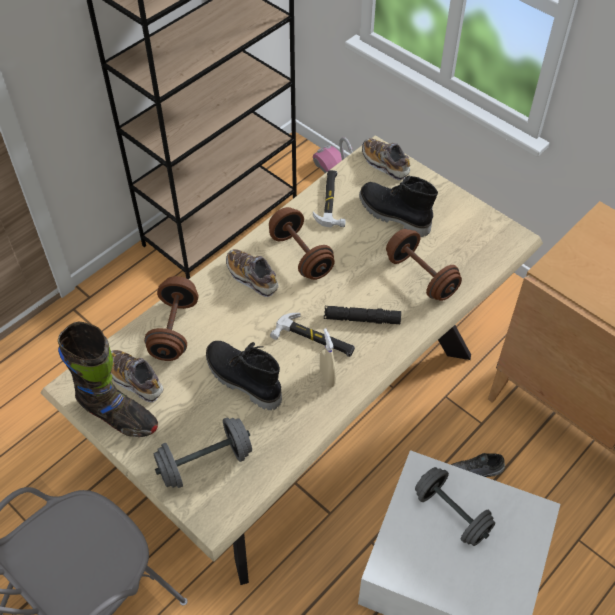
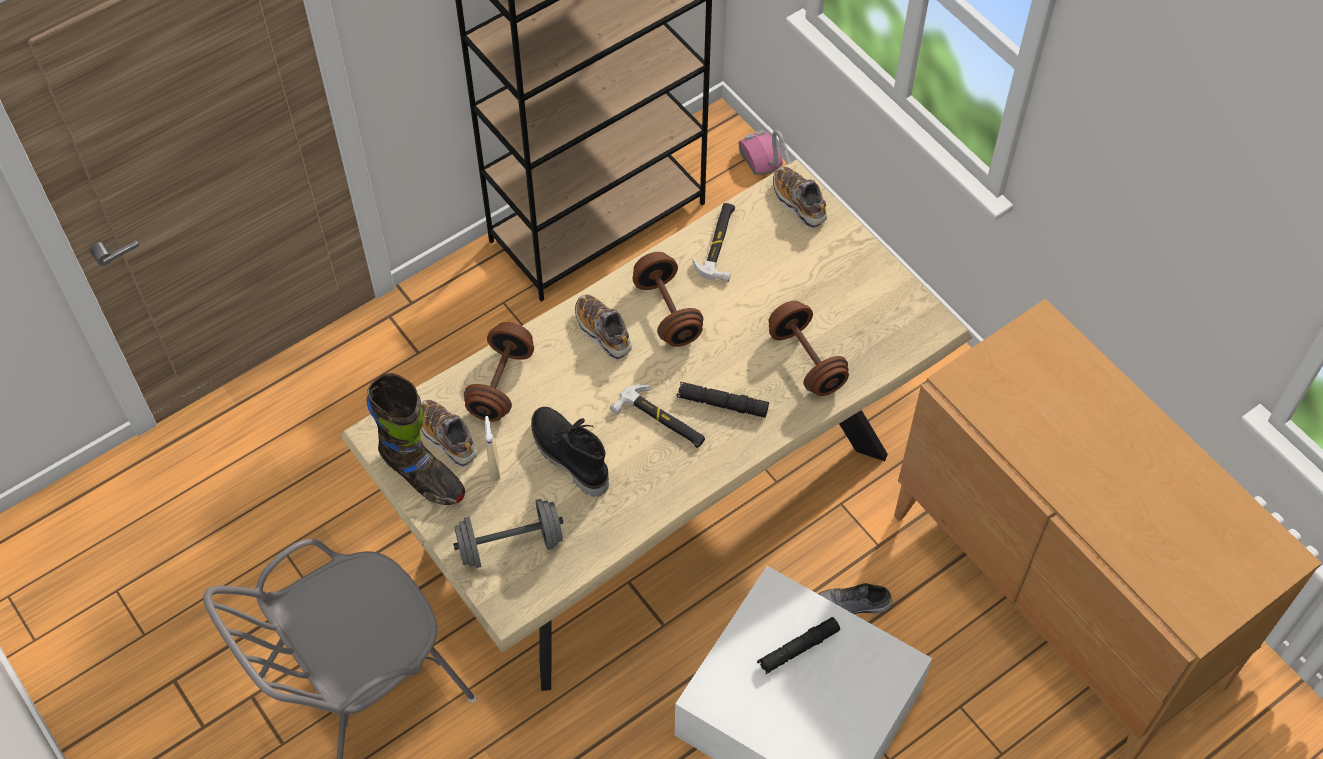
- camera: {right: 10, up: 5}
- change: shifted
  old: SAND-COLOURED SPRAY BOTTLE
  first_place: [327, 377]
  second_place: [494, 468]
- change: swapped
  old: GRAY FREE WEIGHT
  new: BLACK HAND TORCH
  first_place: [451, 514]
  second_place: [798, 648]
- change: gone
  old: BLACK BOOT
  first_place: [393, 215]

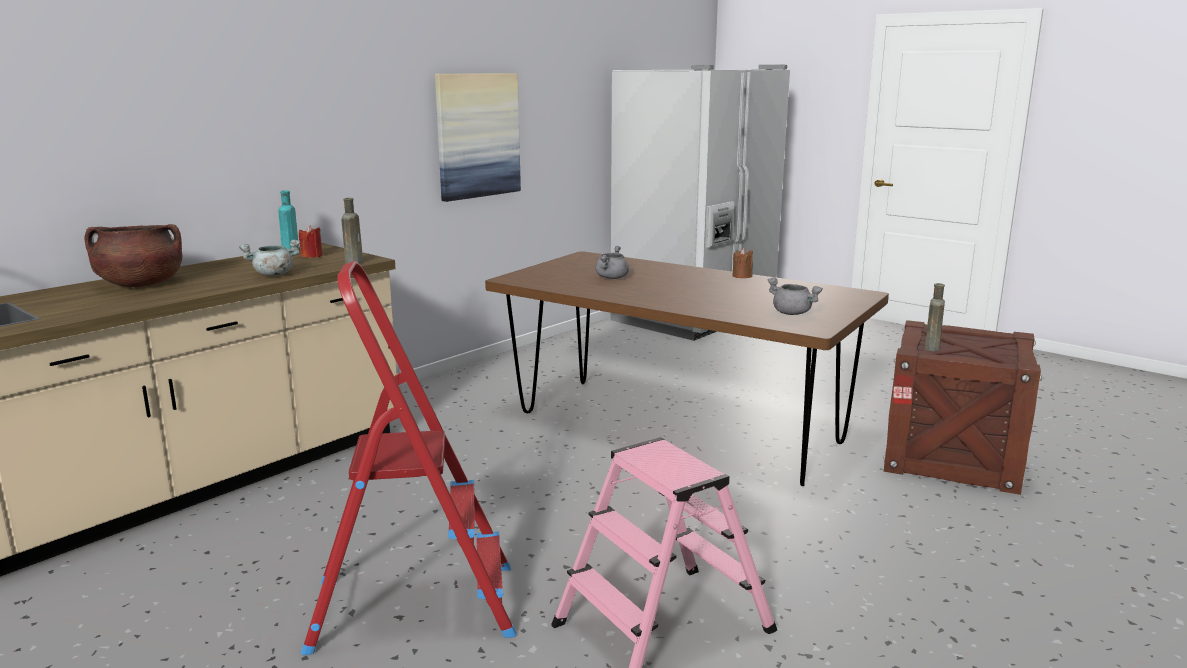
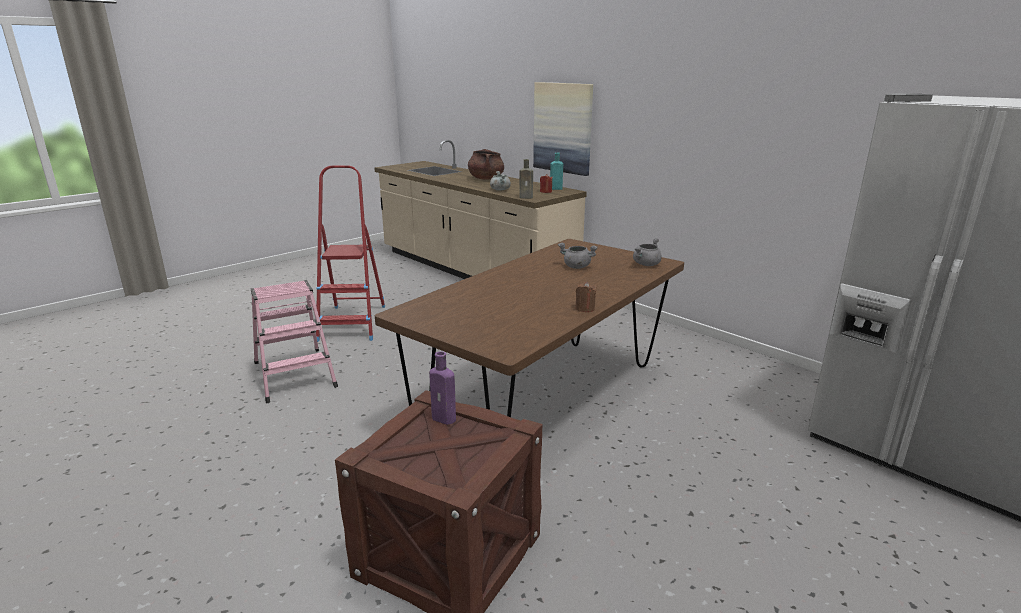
- camera: {right: 95, up: 5}
- change: repainted
  old: BROWN-COLOURED BOTTLE
  new: PURPLISH BOTTLE
  first_place: [932, 347]
  second_place: [445, 419]
- change: shifted
  old: WALL ART
  first_place: [477, 135]
  second_place: [563, 128]
- change: shifted
  old: GRAY COOKING POT
  first_place: [793, 313]
  second_place: [646, 264]

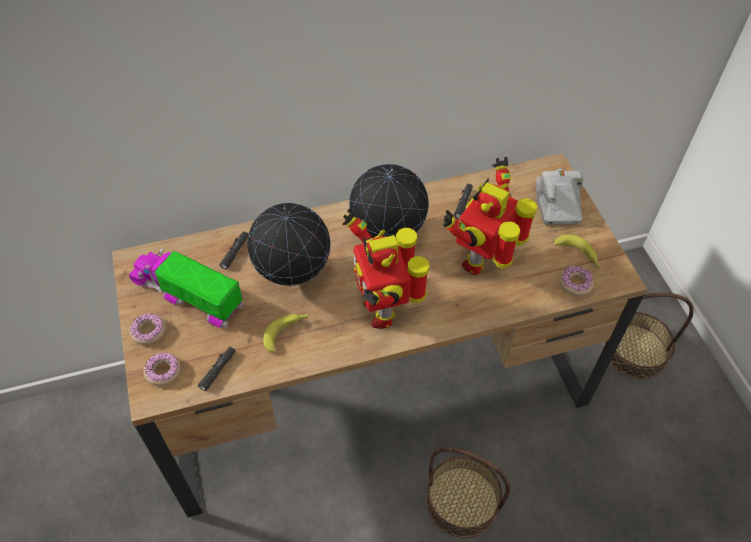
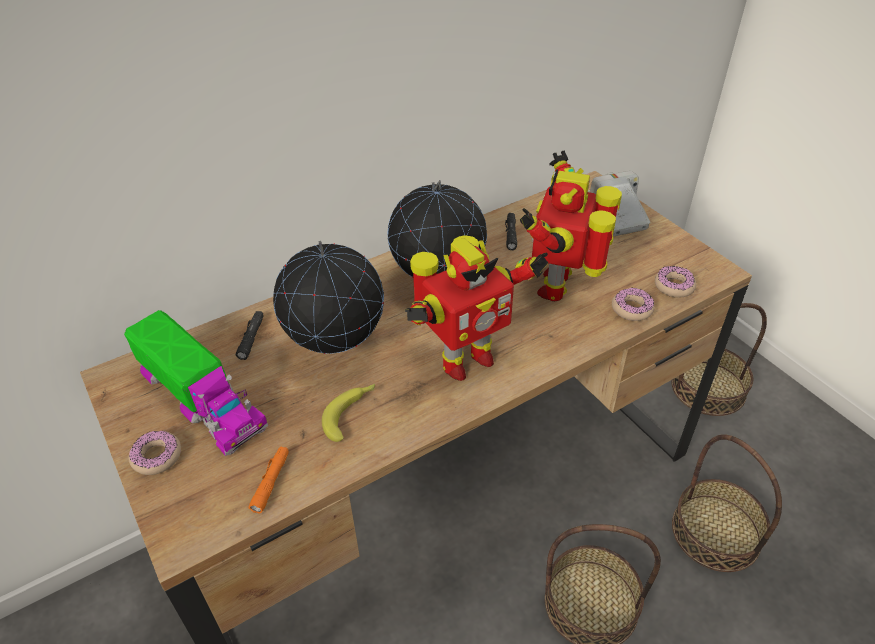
- camera: {right: -15, up: -10}
- change: rotated
  old: MODEL TRUCK
  first_place: [188, 294]
  second_place: [201, 399]
  degrees: -150
- change: repainted
  old: BLACK HAND TORCH
  new: ORANGE HAND TORCH
  first_place: [218, 370]
  second_place: [271, 482]
- change: rotated
  old: ROBOT FIGURE
  first_place: [382, 309]
  second_place: [463, 361]
  degrees: -90
- change: shifted
  old: RING DOUGHNUT
  first_place: [163, 371]
  second_place: [632, 309]
- change: new
  new: STORAGE BASKET
  second_place: [716, 532]
- change: gone
  old: BANANA
  first_place: [578, 255]

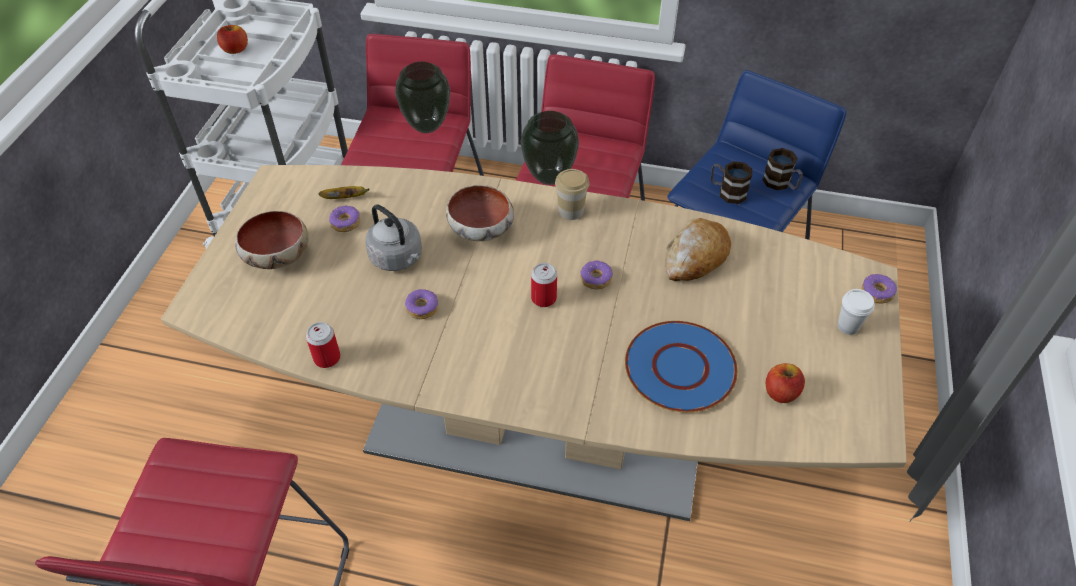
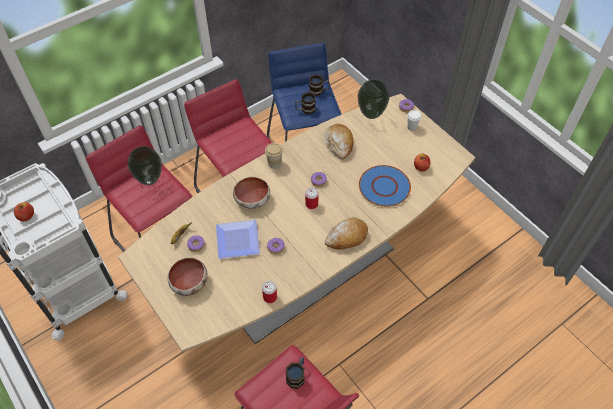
- camera: {right: -50, up: 5}
- change: swapped
  old: GRAY WATER KETTLE
  new: FLAT DISH
  first_place: [398, 258]
  second_place: [239, 239]
- change: new
  new: COFFEE MUG
  second_place: [297, 375]
- change: new
  new: BREAD
  second_place: [346, 237]
- change: shifted
  old: DECORATIVE VASE
  first_place: [548, 177]
  second_place: [371, 114]

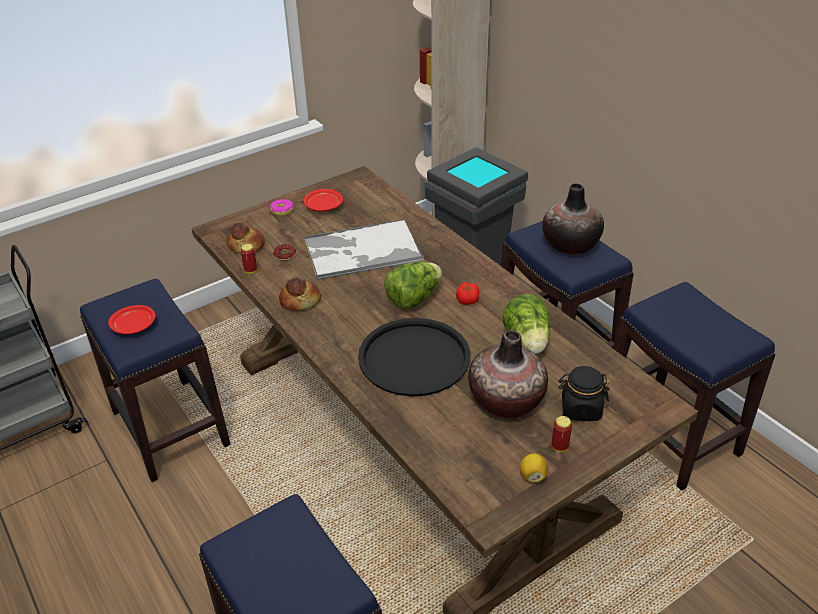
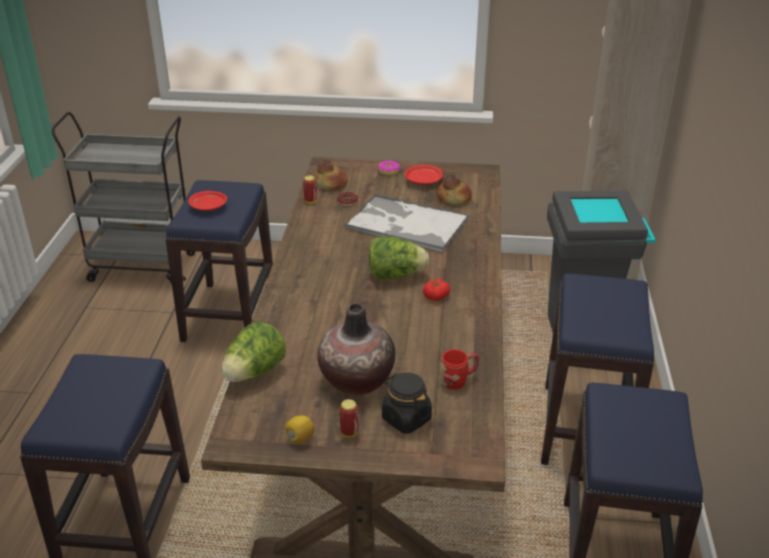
- camera: {right: 40, up: -5}
- change: shifted
  old: HEAD OF LETTUCE
  first_place: [527, 341]
  second_place: [254, 372]
- change: shifted
  old: BREAD
  first_place: [300, 300]
  second_place: [454, 198]
- change: new
  new: REDDISH COFFEE MUG
  second_place: [459, 380]
- change: gone
  old: BLACK TRAY
  first_place: [414, 358]
- change: gone
  old: DECORATIVE VASE
  first_place: [570, 245]

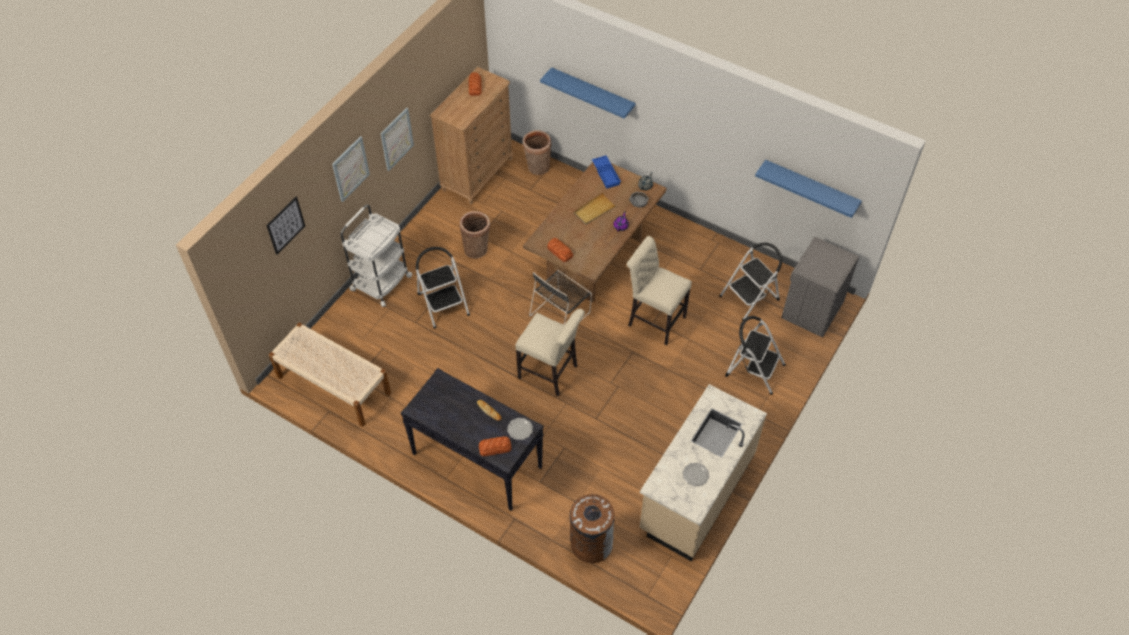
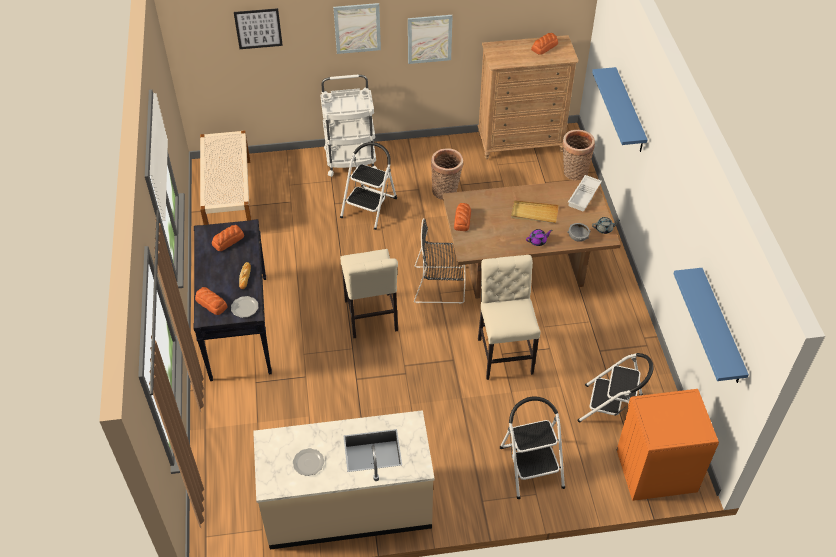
- camera: {right: 50, up: -5}
- change: new
  new: BREAD
  second_place: [228, 240]
- change: repainted
  old: BLUE-COLOURED TRAY
  new: WHITISH TRAY
  first_place: [606, 174]
  second_place: [584, 196]
- change: repainted
  old: GRAY WASHING MACHINE
  new: ORANGE WASHING MACHINE
  first_place: [811, 309]
  second_place: [655, 469]
- change: gone
  old: BROWN-COLOURED RUBBISH BIN
  first_place: [591, 543]

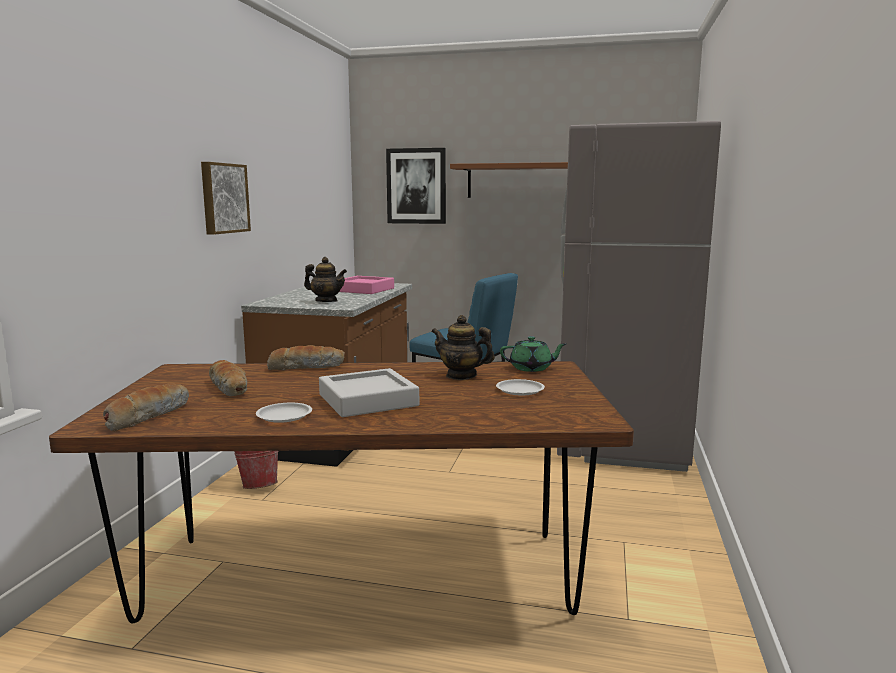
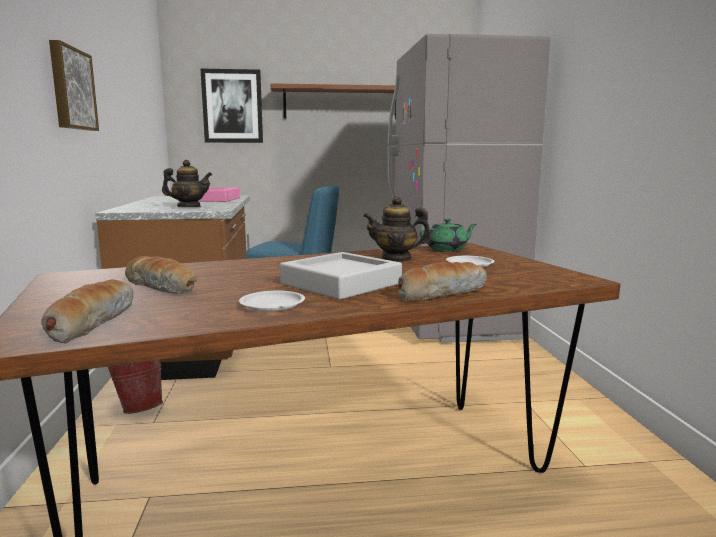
- camera: {right: -20, up: 0}
- change: shifted
  old: BREAD
  first_place: [306, 367]
  second_place: [441, 293]

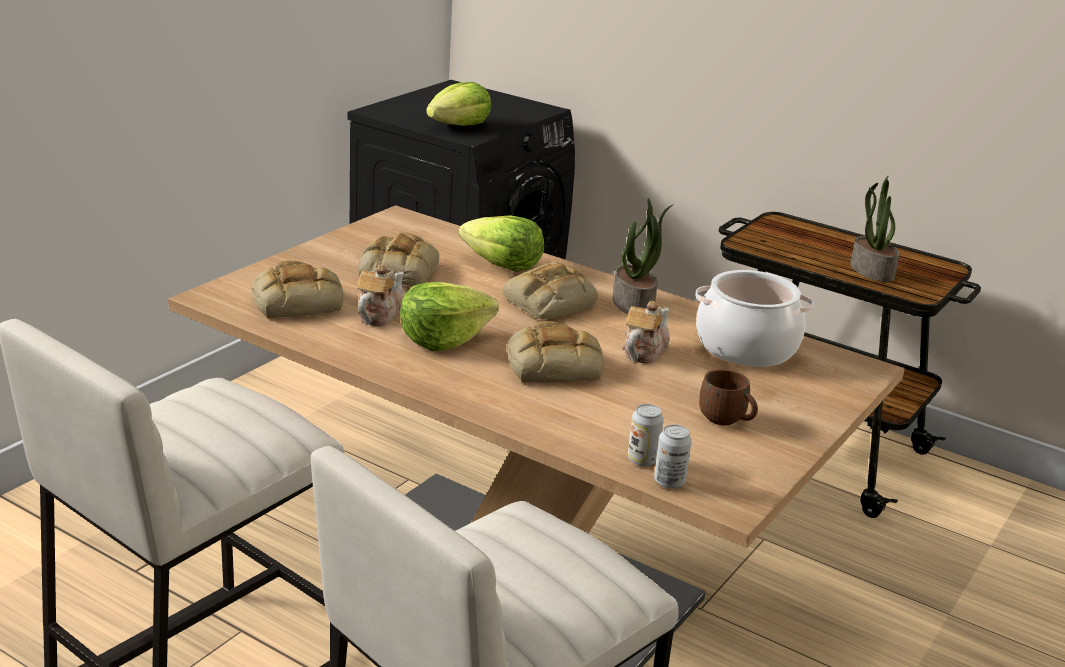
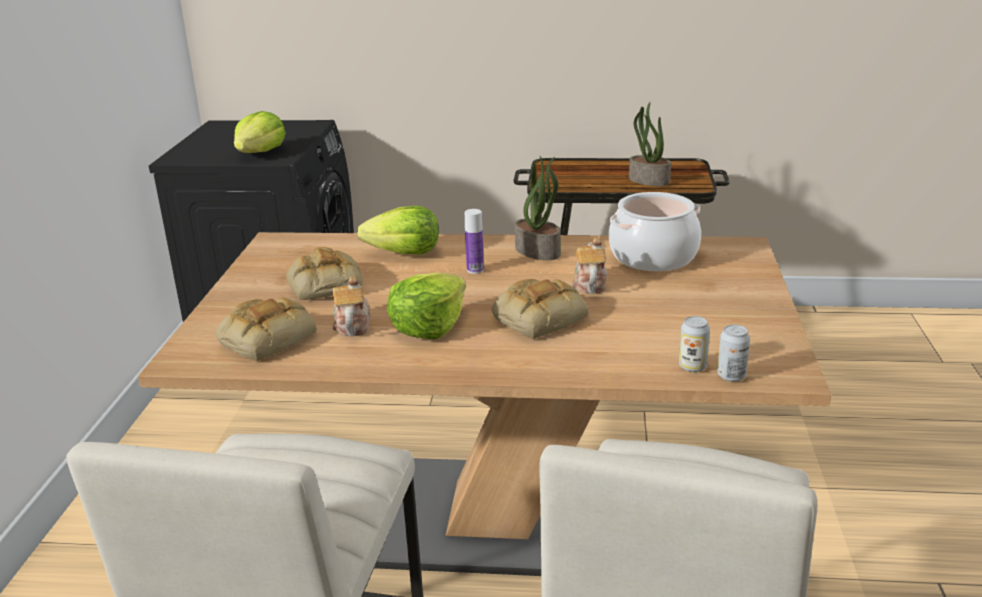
- camera: {right: -25, up: 0}
- change: swapped
  old: BREAD
  new: BOTTLE
  first_place: [549, 302]
  second_place: [475, 270]
- change: gone
  old: BROWN-COLOURED COFFEE MUG
  first_place: [727, 421]

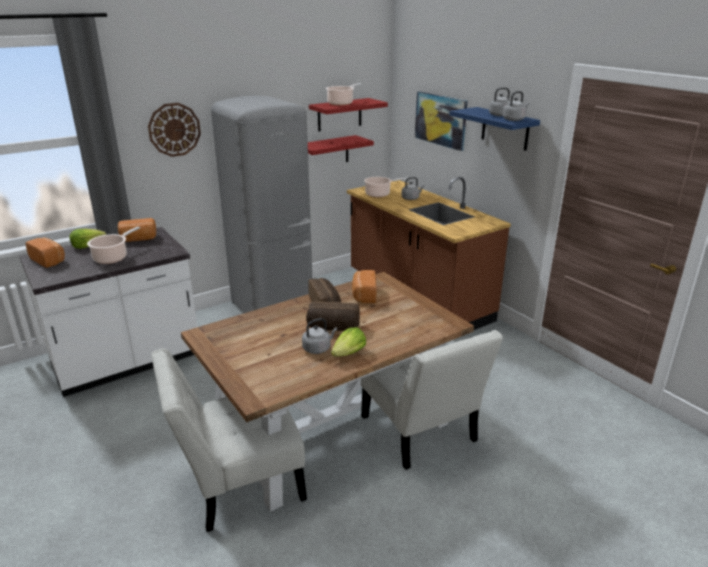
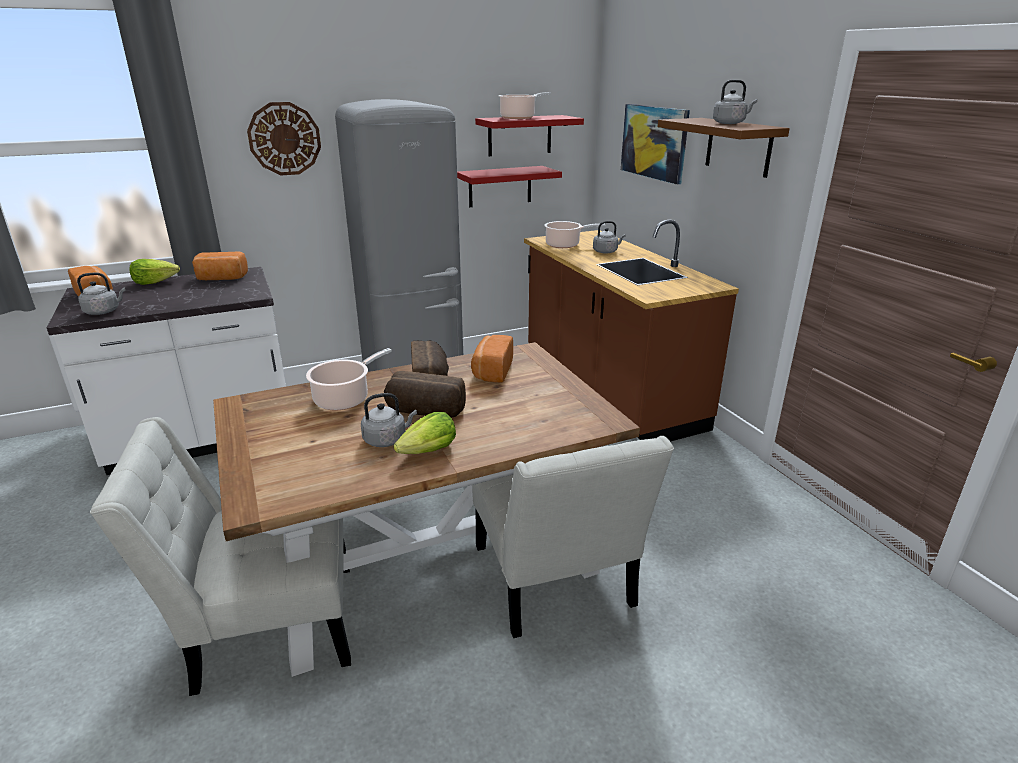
- camera: {right: 10, up: 0}
- change: shifted
  old: GRAY WATER KETTLE
  first_place: [514, 119]
  second_place: [104, 311]
- change: shifted
  old: COOKING POT
  first_place: [112, 257]
  second_place: [344, 399]
- change: repainted
  old: BLUE-COLOURED WALL SHELF
  new: BROWN-COLOURED WALL SHELF
  first_place: [505, 129]
  second_place: [738, 147]

